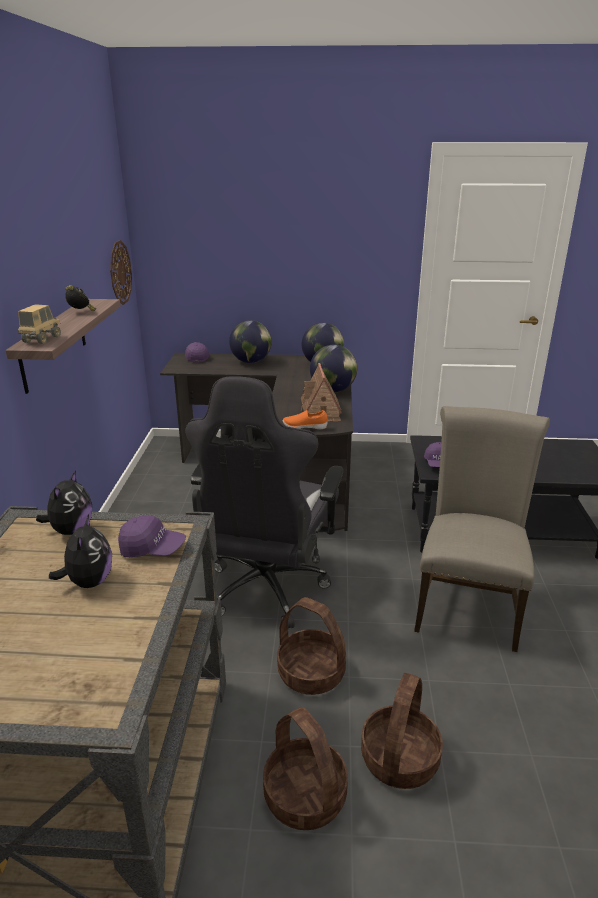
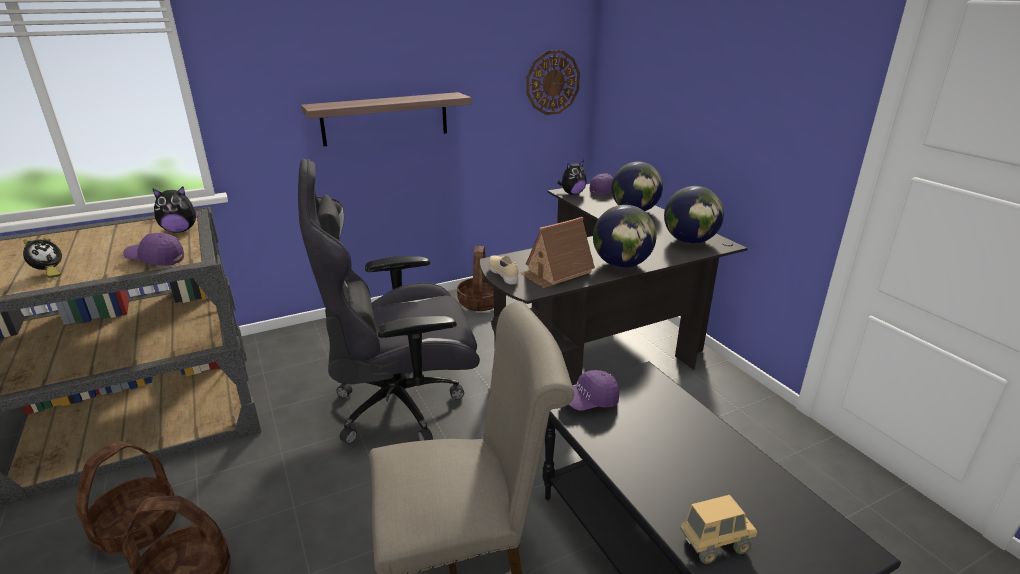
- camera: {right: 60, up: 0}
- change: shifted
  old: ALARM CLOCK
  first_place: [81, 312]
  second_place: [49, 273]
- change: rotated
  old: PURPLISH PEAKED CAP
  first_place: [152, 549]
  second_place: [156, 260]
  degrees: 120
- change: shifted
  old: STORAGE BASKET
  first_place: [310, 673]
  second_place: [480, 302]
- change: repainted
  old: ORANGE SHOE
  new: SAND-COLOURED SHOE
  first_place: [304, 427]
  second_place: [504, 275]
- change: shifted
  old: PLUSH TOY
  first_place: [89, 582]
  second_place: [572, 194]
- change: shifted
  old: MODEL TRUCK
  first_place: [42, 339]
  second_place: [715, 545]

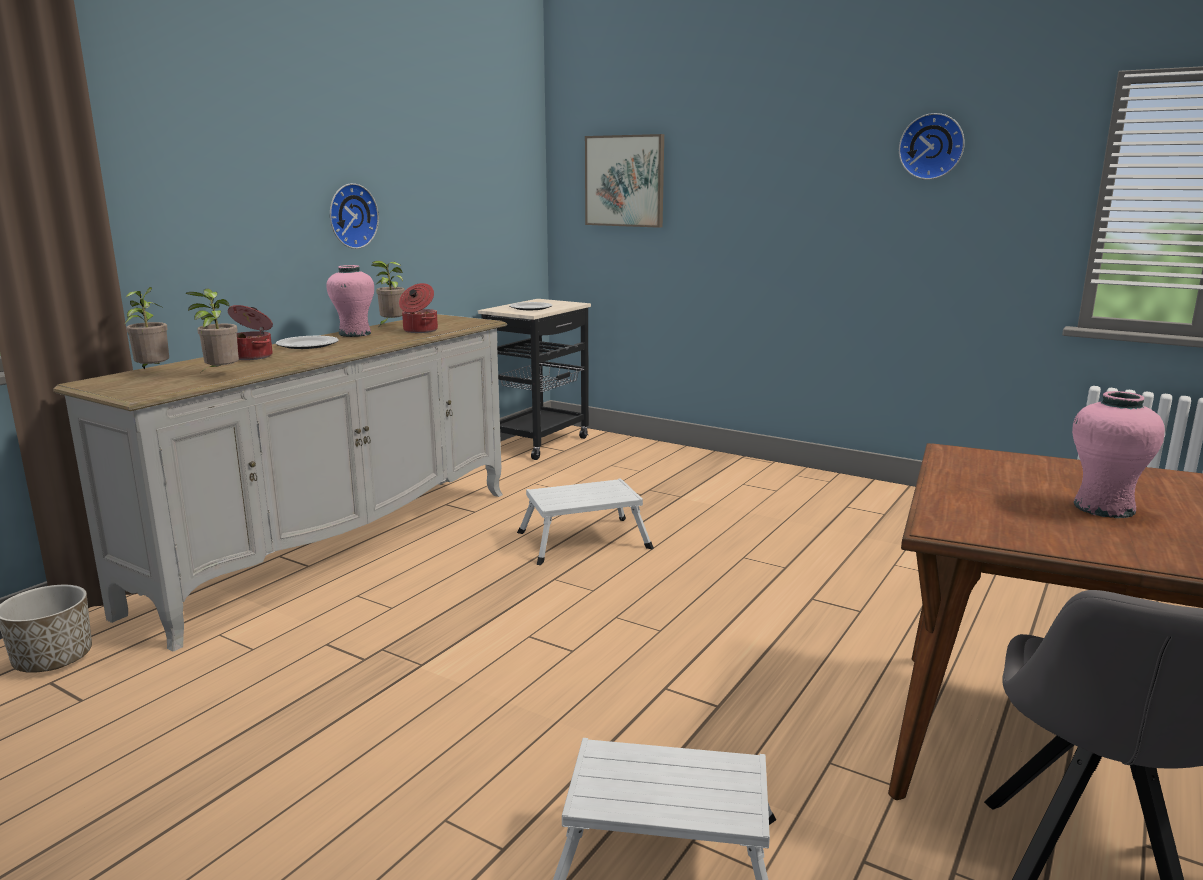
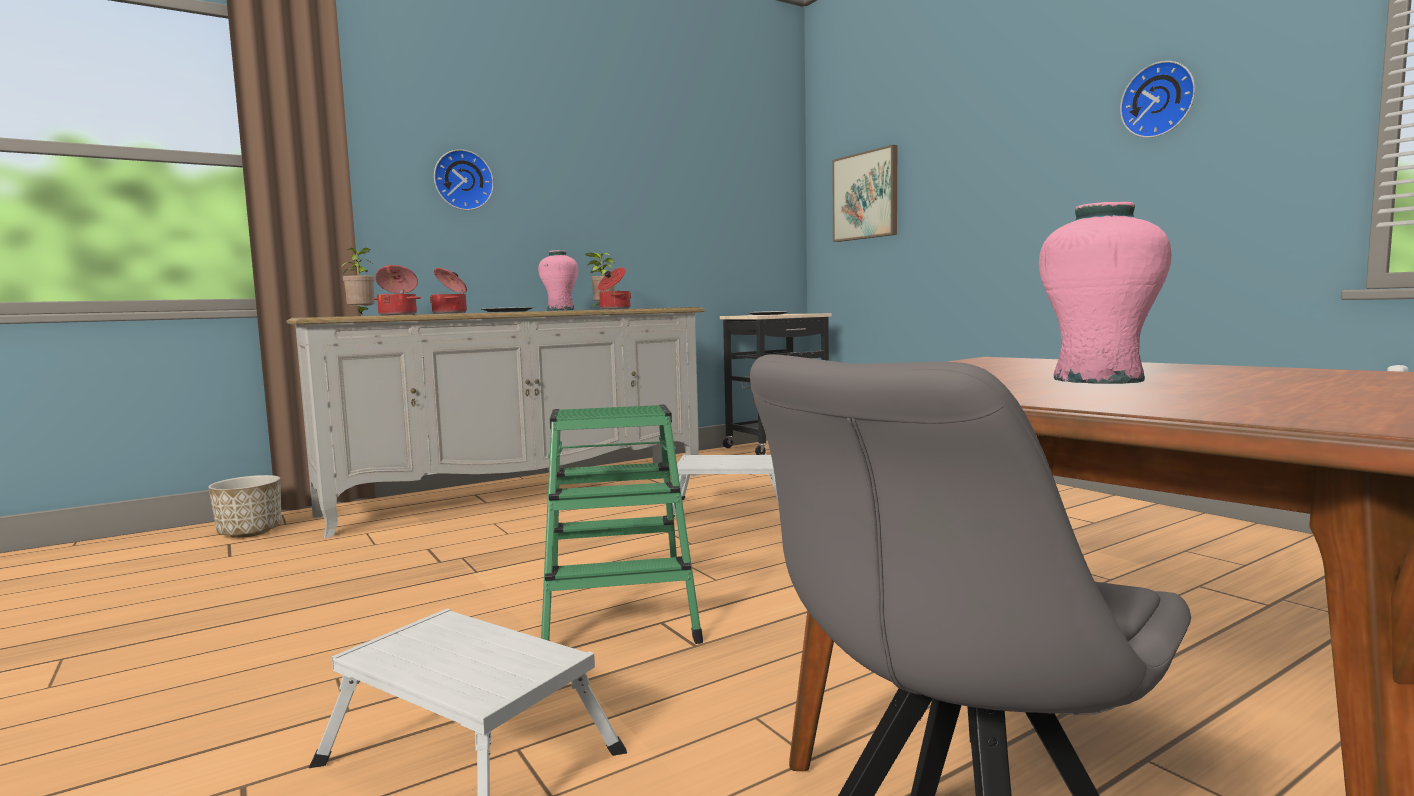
- camera: {right: 25, up: -10}
- change: swapped
  old: PLANT IN A POT
  new: COOKING POT
  first_place: [220, 374]
  second_place: [398, 314]
- change: shifted
  old: HANGING CLOCK
  first_place: [351, 216]
  second_place: [462, 180]
- change: new
  new: GREEN STEP STOOL
  second_place: [618, 606]

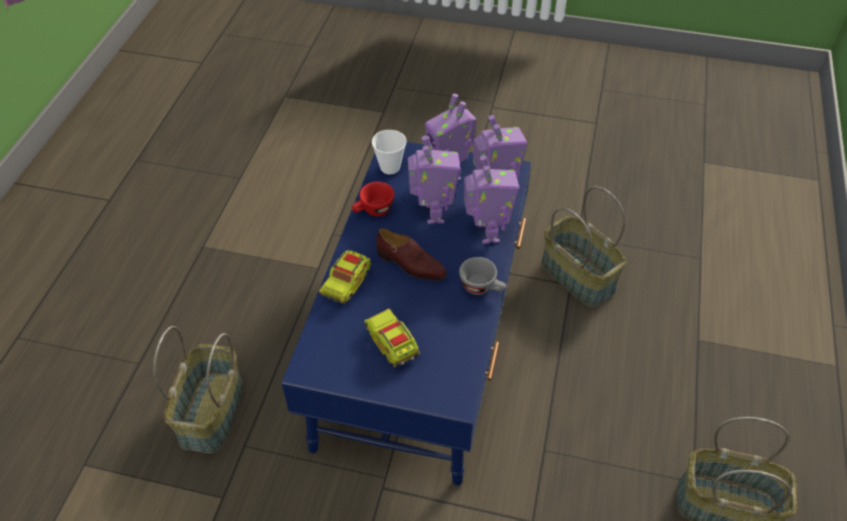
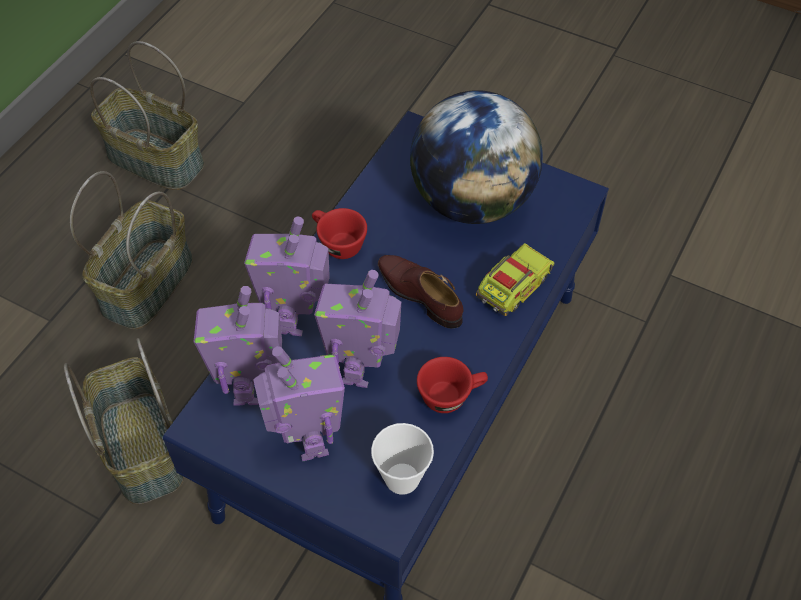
- camera: {right: -165, up: 5}
- change: shifted
  old: STORAGE BASKET
  first_place: [213, 413]
  second_place: [146, 283]
- change: repainted
  old: GRAY DRINKING CUP
  new: REDDISH DRINKING CUP
  first_place: [482, 287]
  second_place: [337, 243]
- change: swapped
  old: MODEL TRUCK
  new: WORLD GLOBE
  first_place: [392, 343]
  second_place: [471, 200]

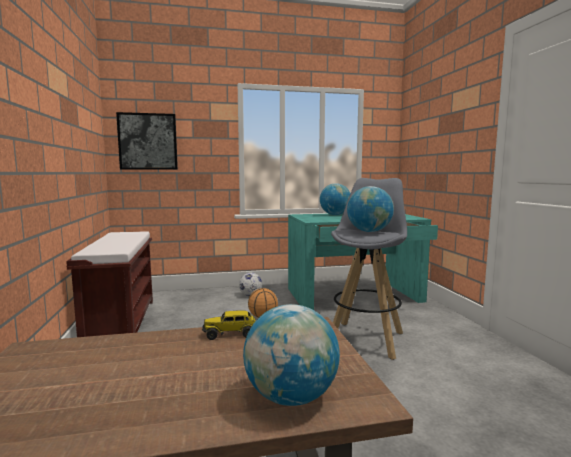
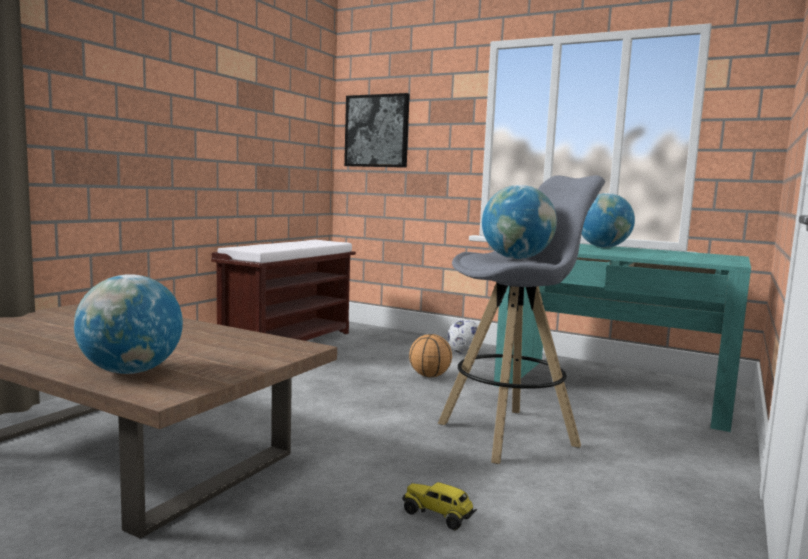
- camera: {right: 40, up: 0}
- change: shifted
  old: MODEL TRUCK
  first_place: [230, 334]
  second_place: [438, 515]

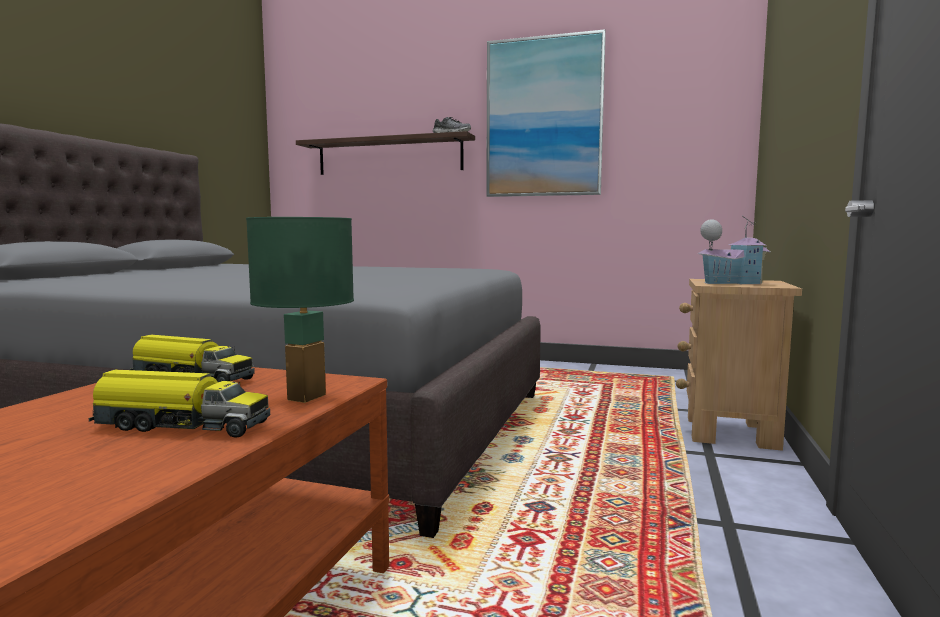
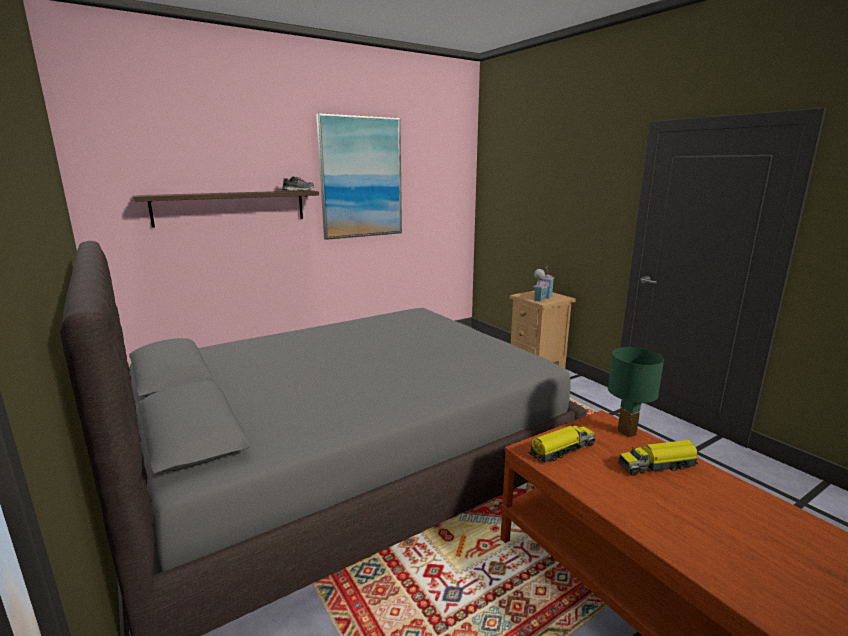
- camera: {right: -50, up: 10}
- change: rotated
  old: MODEL TRUCK
  first_place: [180, 425]
  second_place: [657, 465]
  degrees: -150

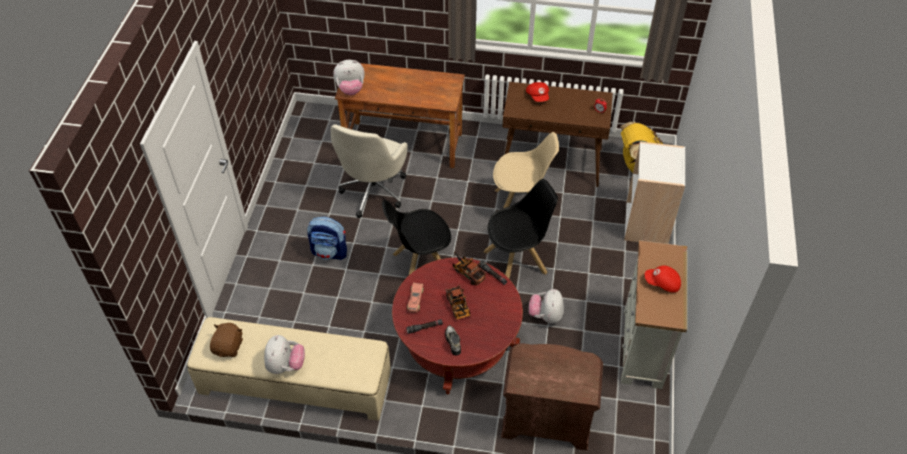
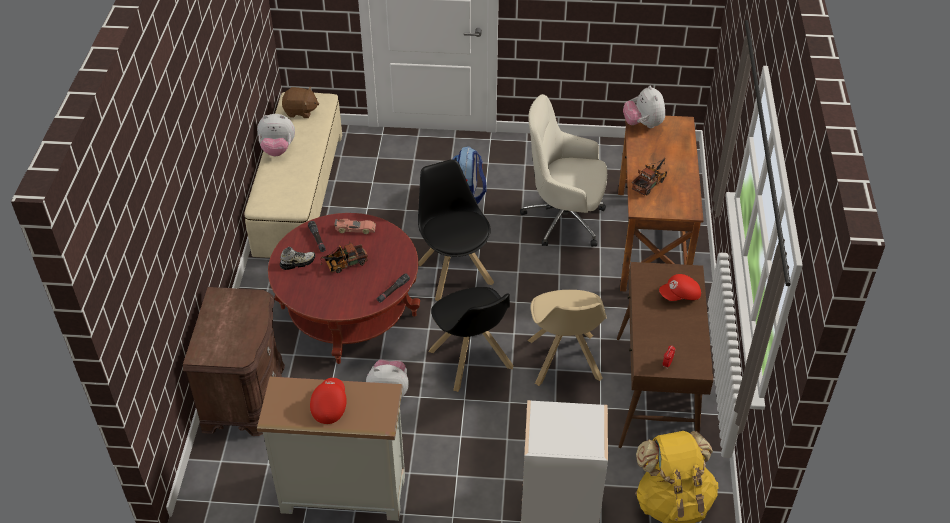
- camera: {right: 85, up: -5}
- change: shifted
  old: MODEL TRUCK
  first_place: [467, 272]
  second_place: [650, 183]

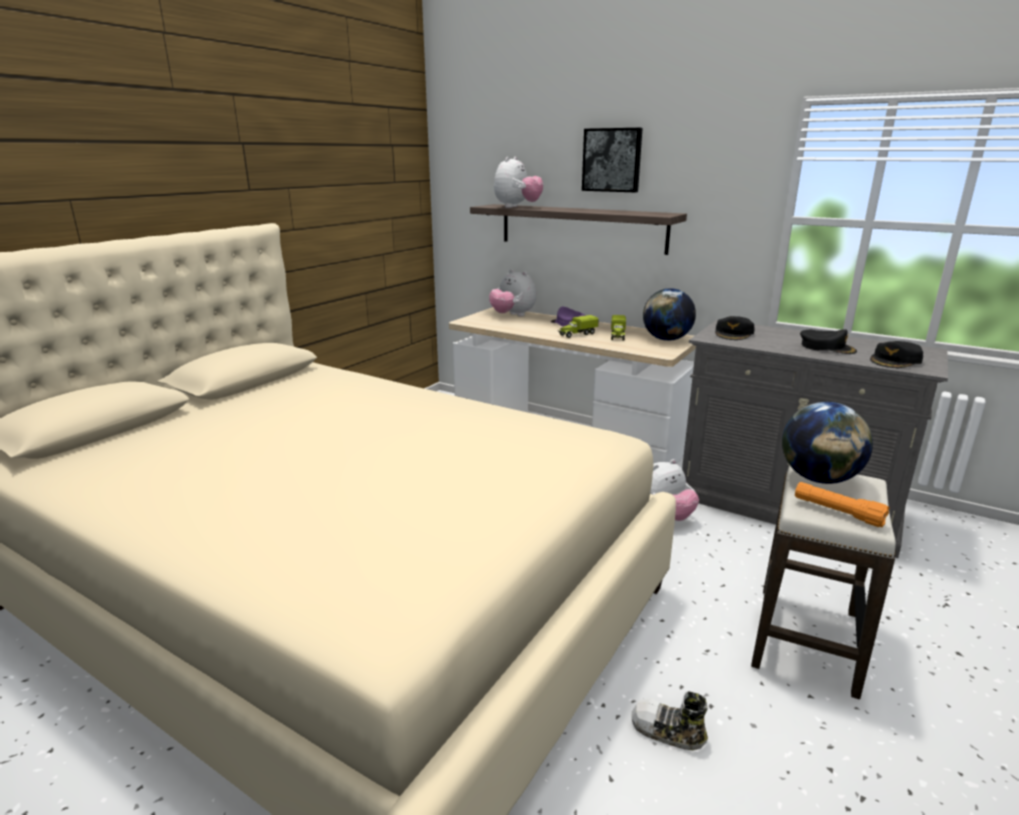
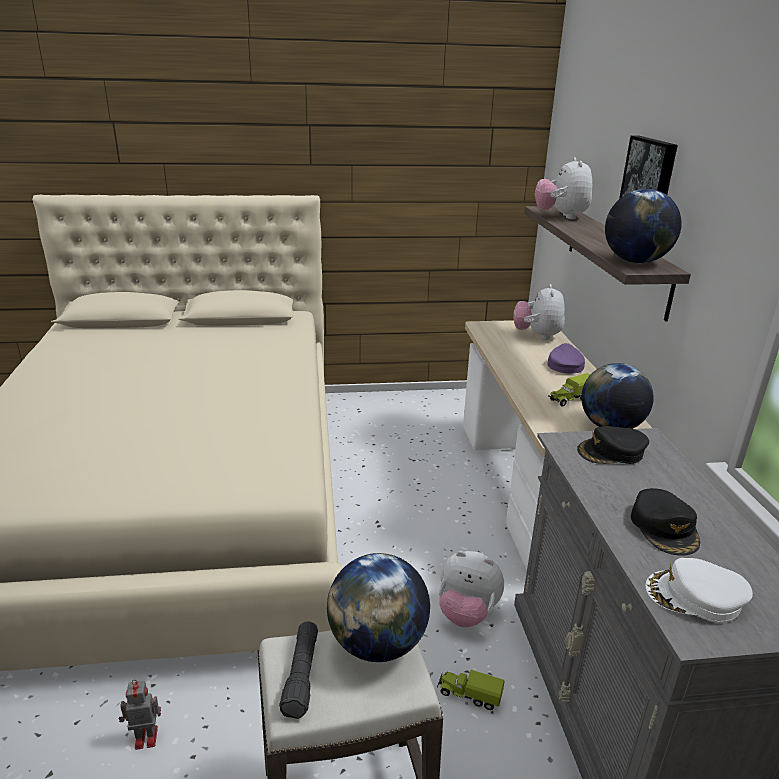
- camera: {right: 50, up: 5}
- change: swapped
  old: SHOE
  new: ROBOT FIGURE
  first_place: [667, 731]
  second_place: [144, 737]
- change: repainted
  old: ORANGE HAND TORCH
  new: BLACK HAND TORCH
  first_place: [837, 512]
  second_place: [301, 675]
- change: shifted
  old: MODEL TRUCK
  first_place: [577, 334]
  second_place: [469, 695]
- change: rotated
  old: PLUSH TOY
  first_place: [517, 207]
  second_place: [561, 216]
  degrees: 105
- change: new
  new: WORLD GLOBE
  second_place: [635, 261]
- change: repainted
  old: BLACK PEAKED CAP
  new: WHITISH PEAKED CAP
  first_place: [895, 361]
  second_place: [695, 597]

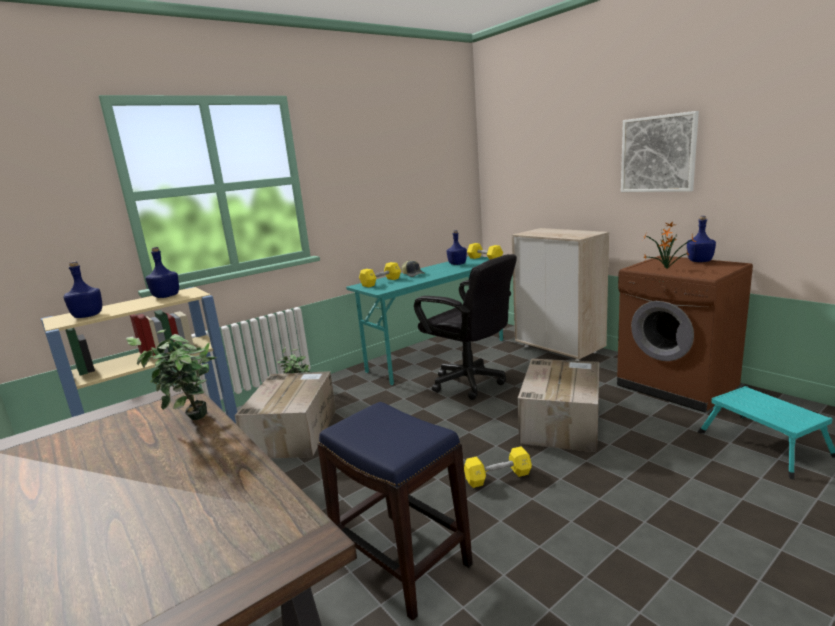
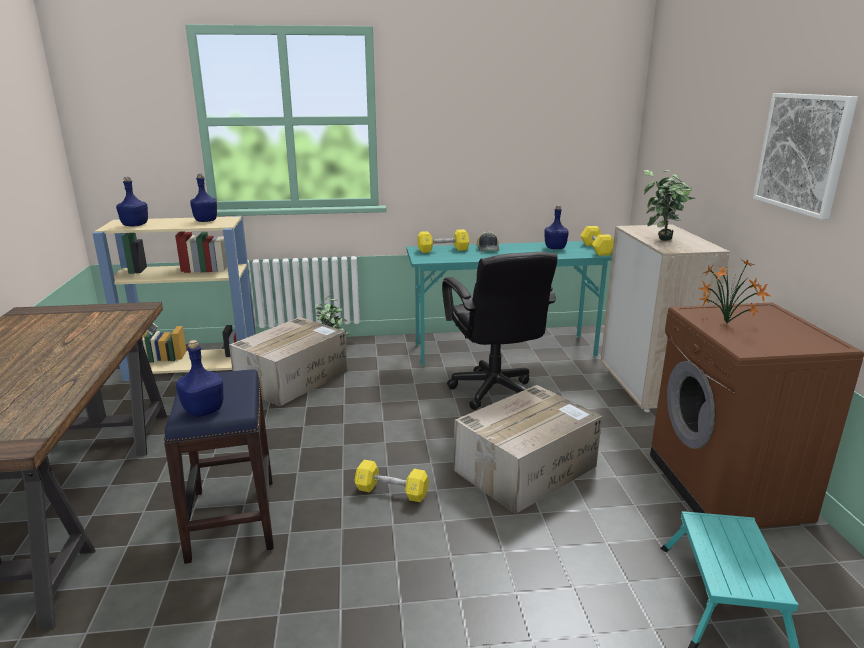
- camera: {right: 30, up: 5}
- change: shifted
  old: BLUE-COLOURED BOTTLE
  first_place: [699, 261]
  second_place: [204, 410]
- change: shifted
  old: PLANT IN A POT
  first_place: [191, 423]
  second_place: [661, 241]

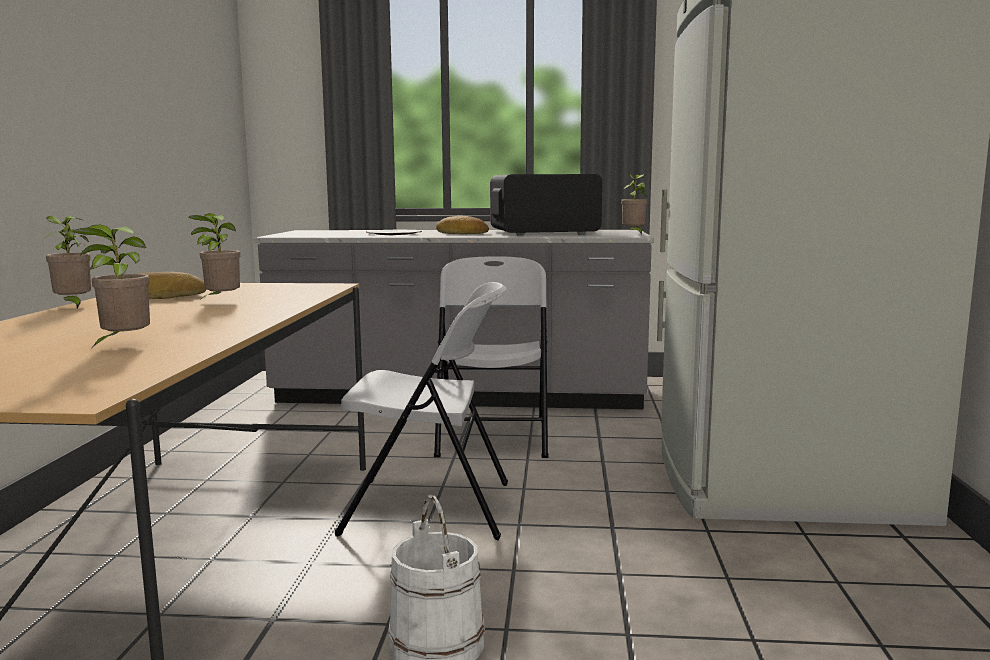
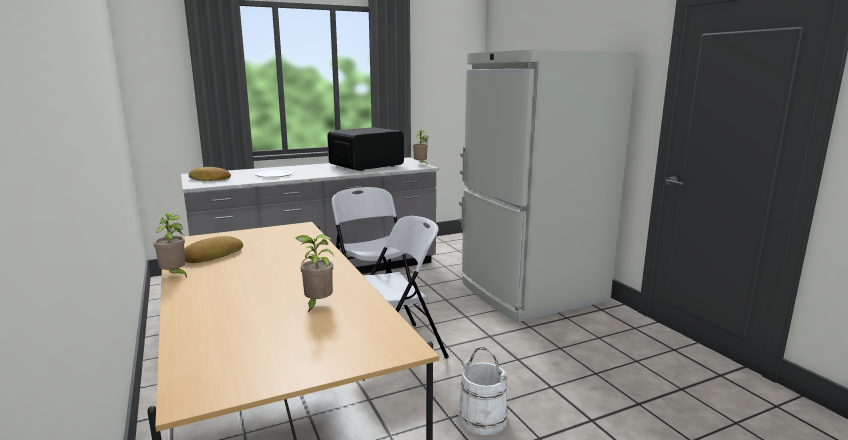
- camera: {right: -30, up: 5}
- change: shifted
  old: BREAD
  first_place: [461, 233]
  second_place: [210, 179]
- change: gone
  old: PLANT IN A POT
  first_place: [220, 302]

